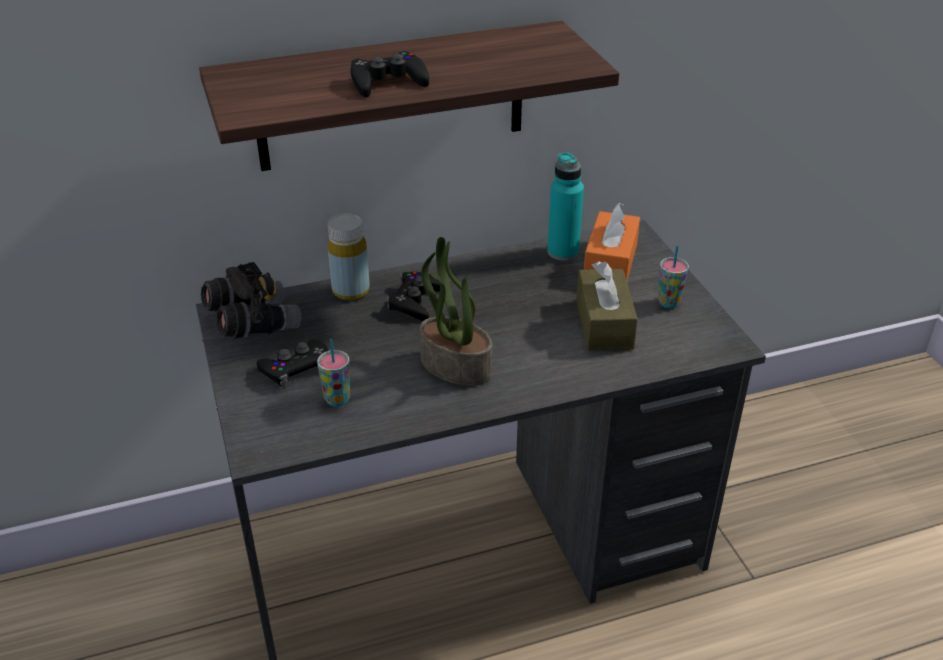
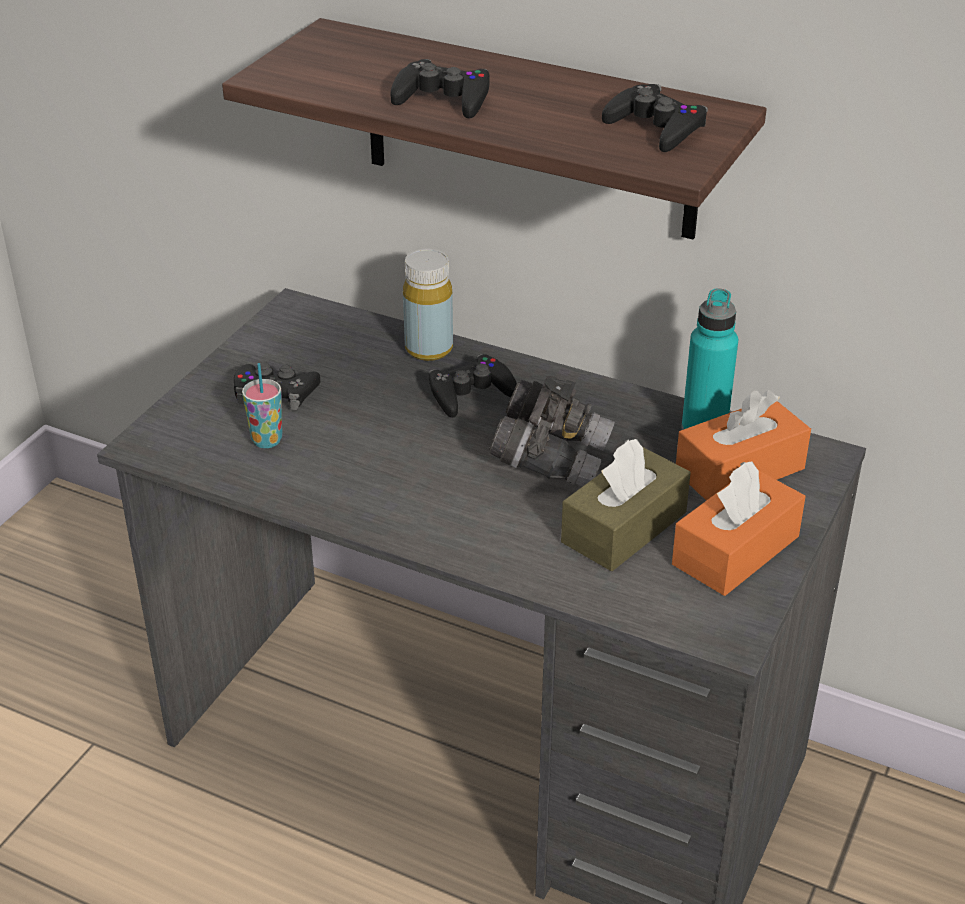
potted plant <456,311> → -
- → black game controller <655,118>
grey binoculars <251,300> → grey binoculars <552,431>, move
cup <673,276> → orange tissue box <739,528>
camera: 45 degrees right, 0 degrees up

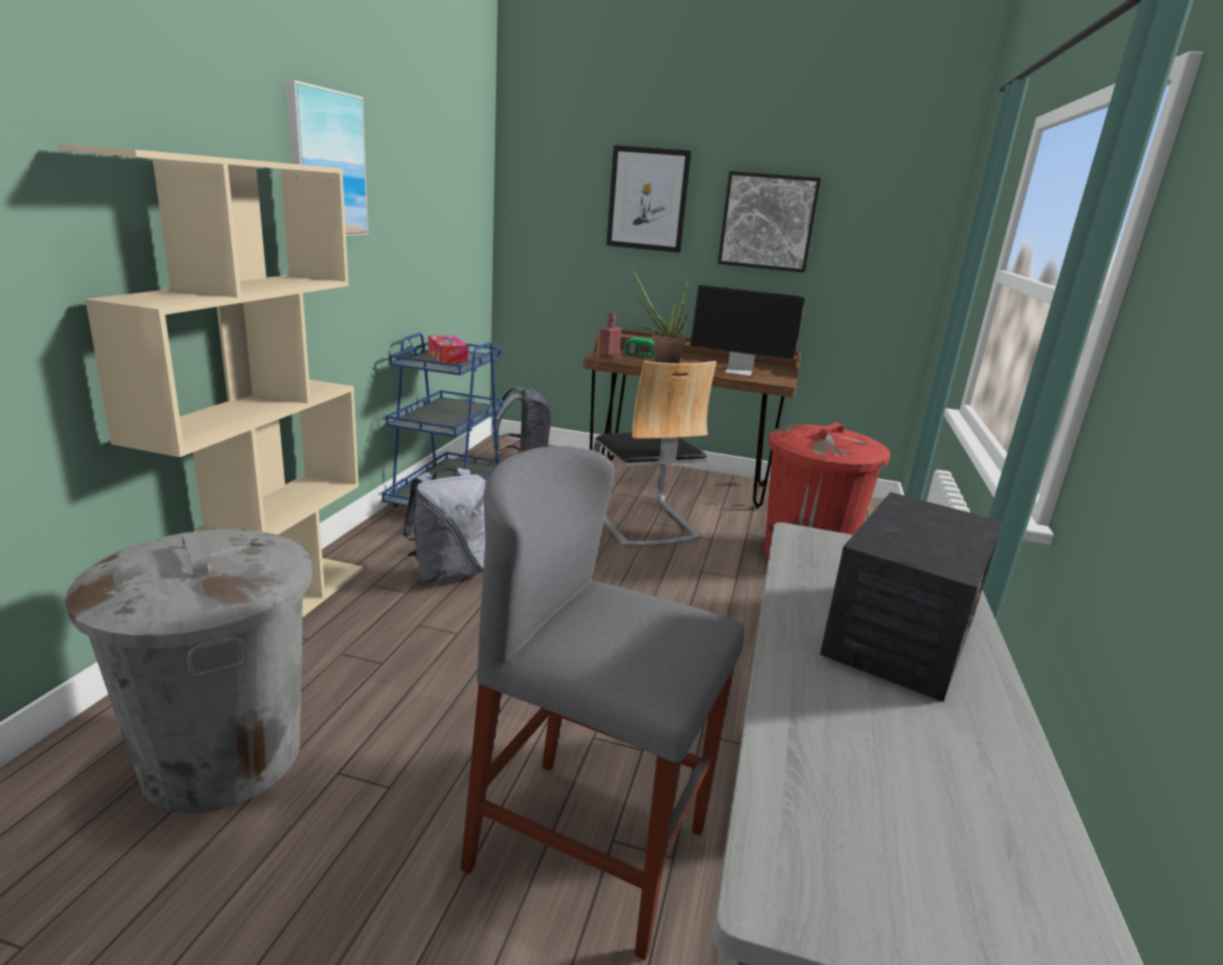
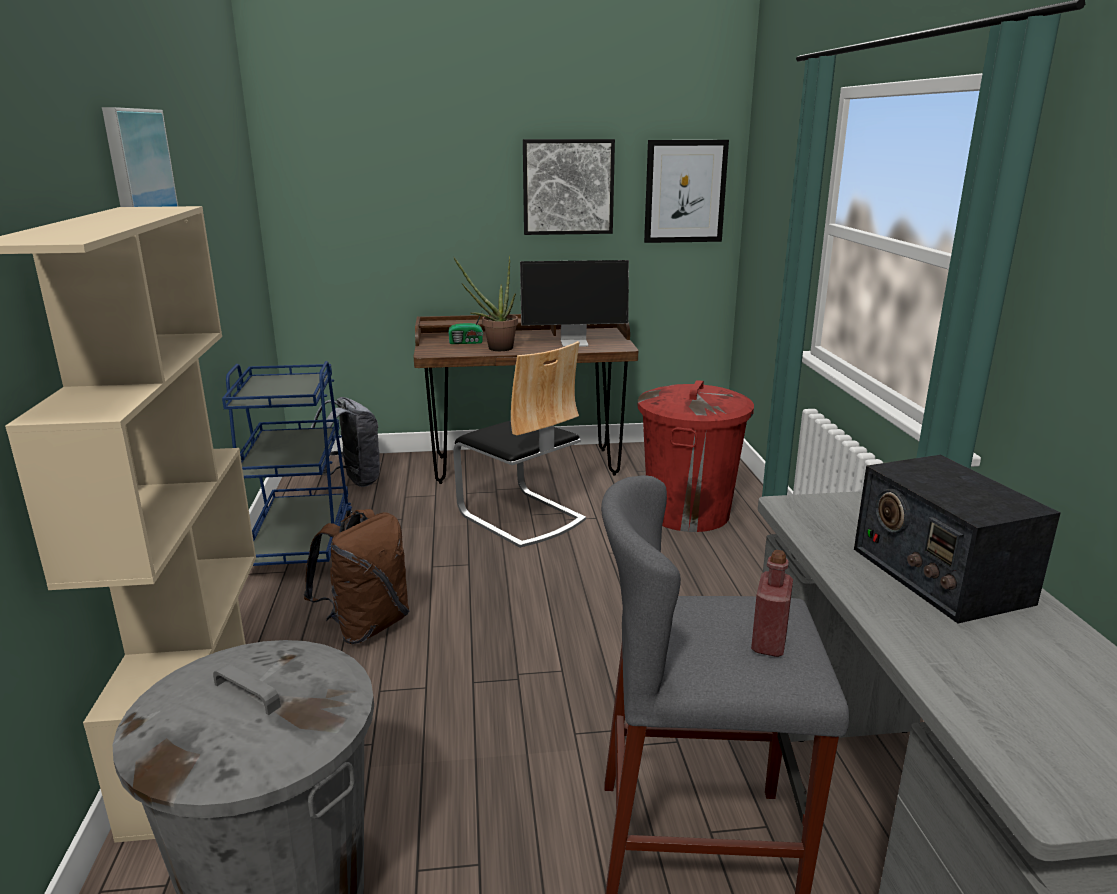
tissue box <448,349> → -
red bottle <610,335> → red bottle <772,603>, move
picture <649,199> → picture <686,191>, move
grey backpack <444,525> → brown backpack <356,576>
radio <911,597> → radio <957,539>, 150 degrees clockwise
camera: 20 degrees left, 0 degrees up

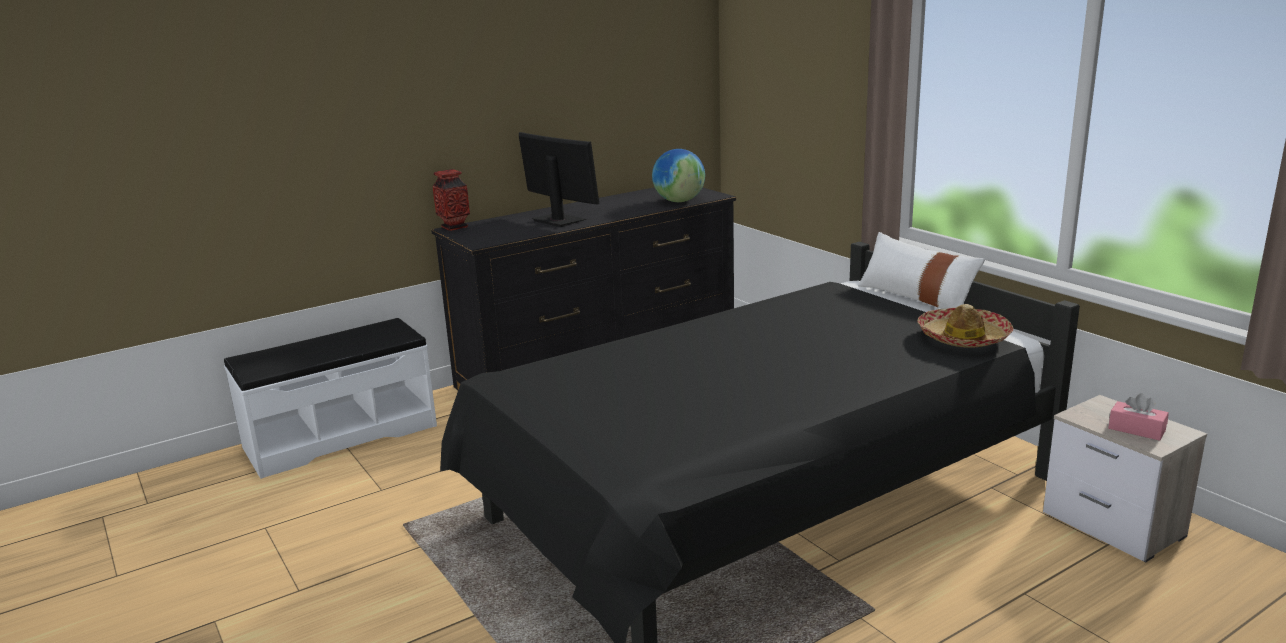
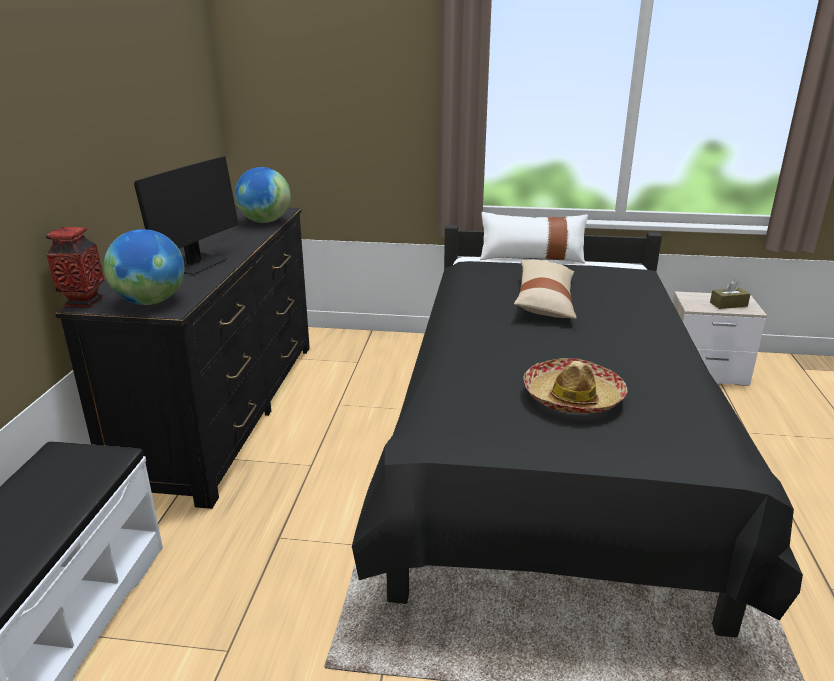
- → globe <144,267>
- → beige pillow <545,289>
hat <965,326> → hat <575,385>, move
pink tissue box <1138,417> → brown tissue box <730,294>
monitor <559,179> → monitor <186,215>, 120 degrees clockwise
camera: 50 degrees left, 5 degrees up

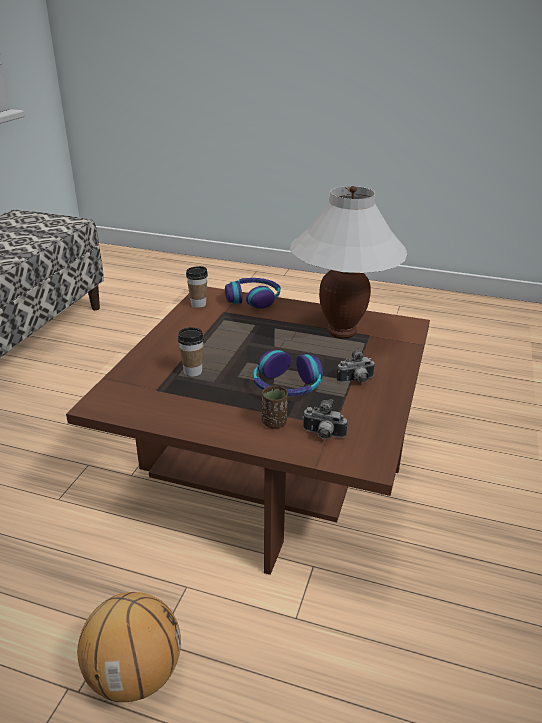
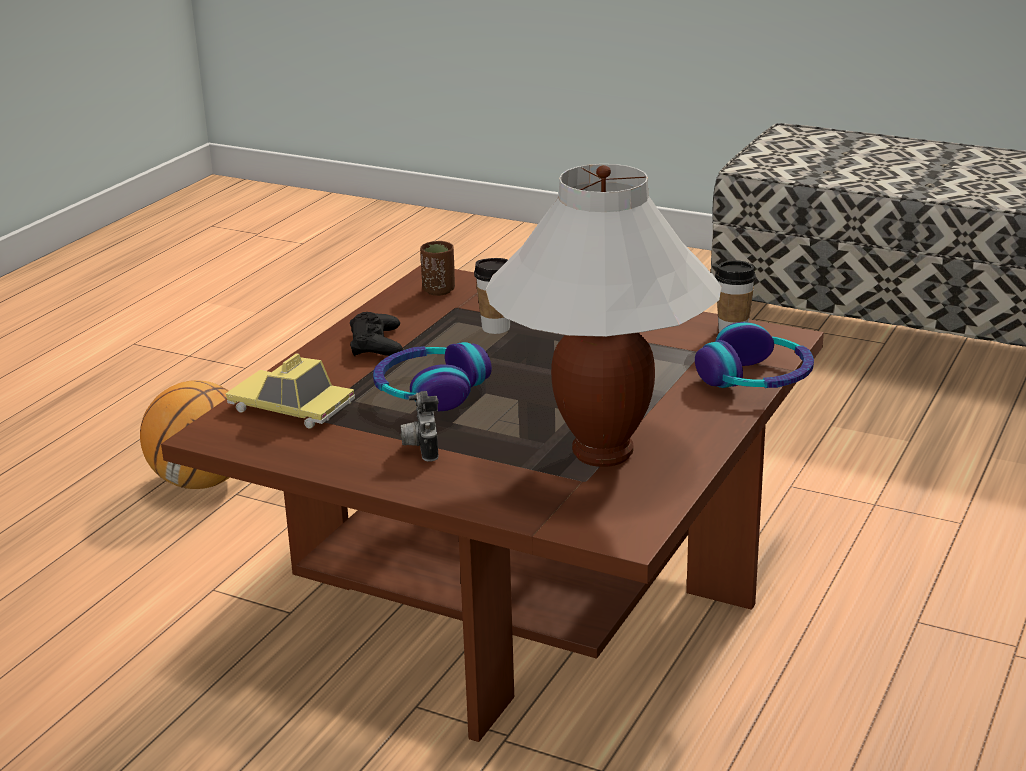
- → black game controller <376,334>
brown cup <275,407> → brown cup <437,268>, move
photo camera <325,419> → toy car <290,390>
camera: 100 degrees right, 5 degrees down

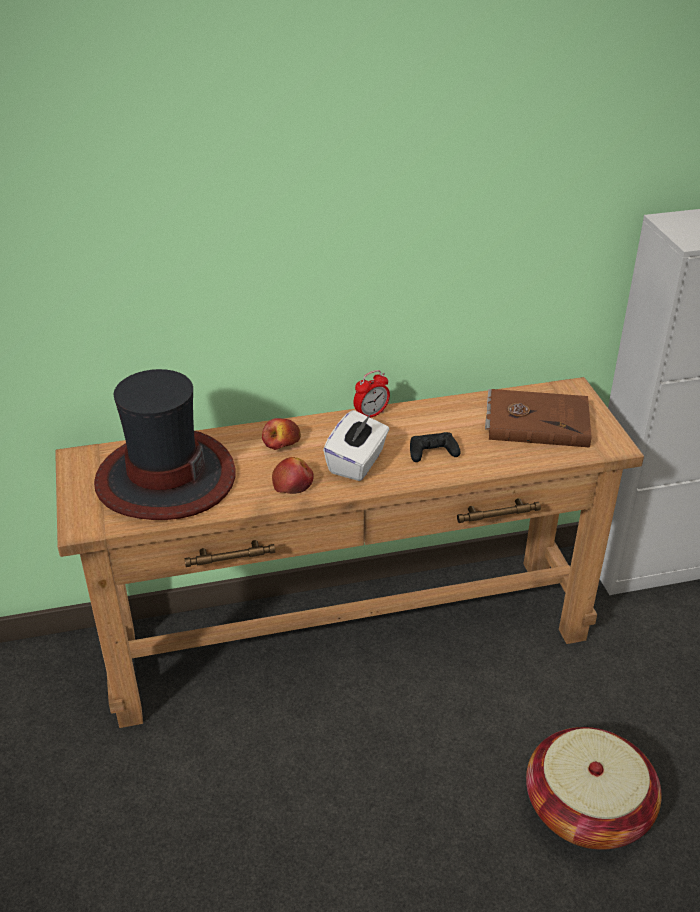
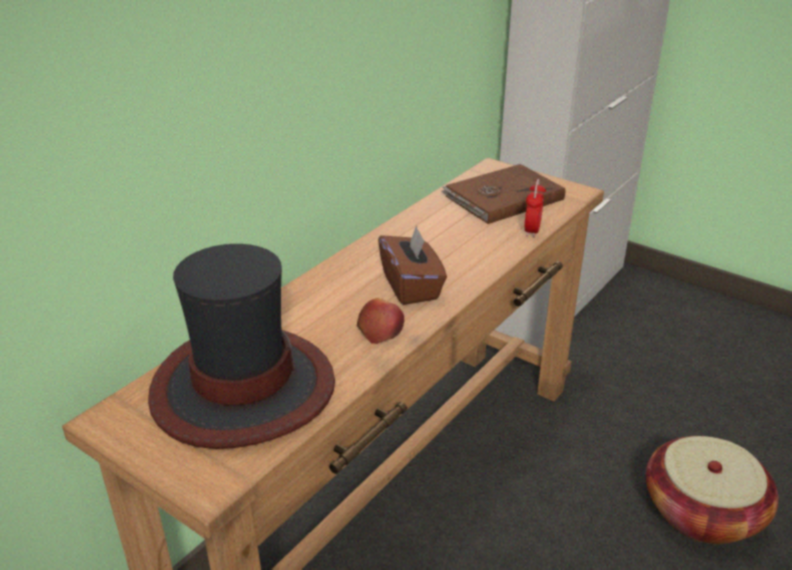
apple <281,434> → -
black game controller <435,447> → -
alarm clock <372,394> → alarm clock <535,208>, move
white tissue box <356,445> → brown tissue box <412,265>
camera: 40 degrees left, 5 degrees down

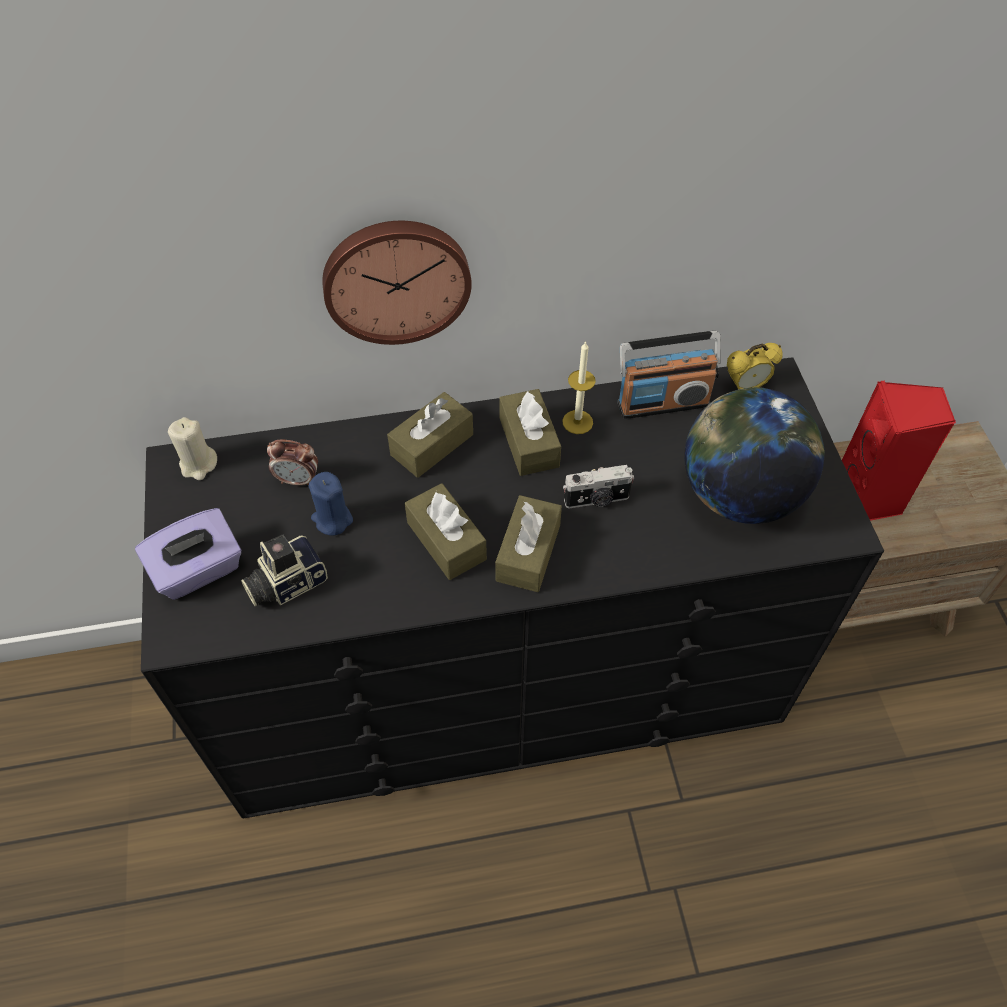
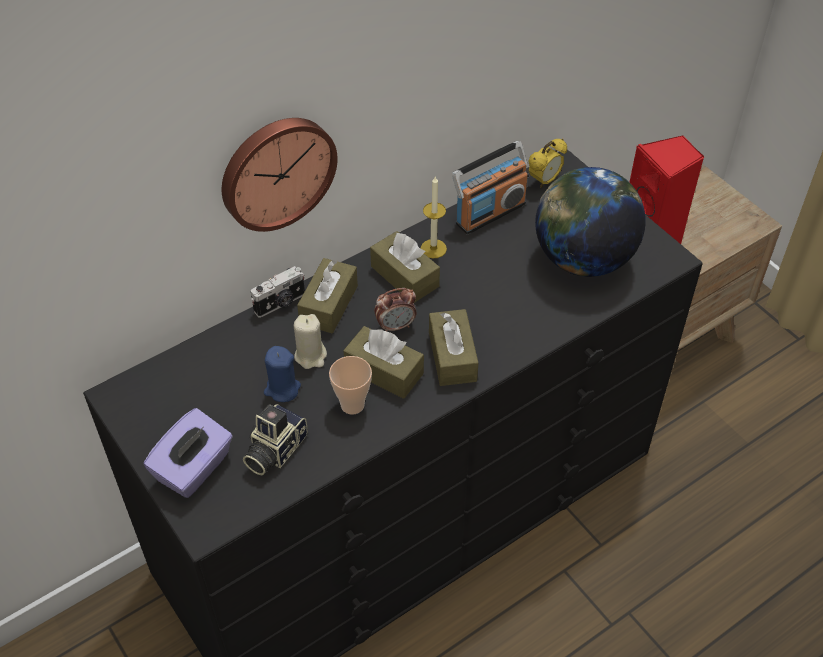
- → cup <350,385>
beige candle <192,448> → beige candle <310,341>, move
alarm clock <292,462> → alarm clock <395,309>, move
photo camera <598,486> → photo camera <278,292>, move
camera: 25 degrees left, 5 degrees down

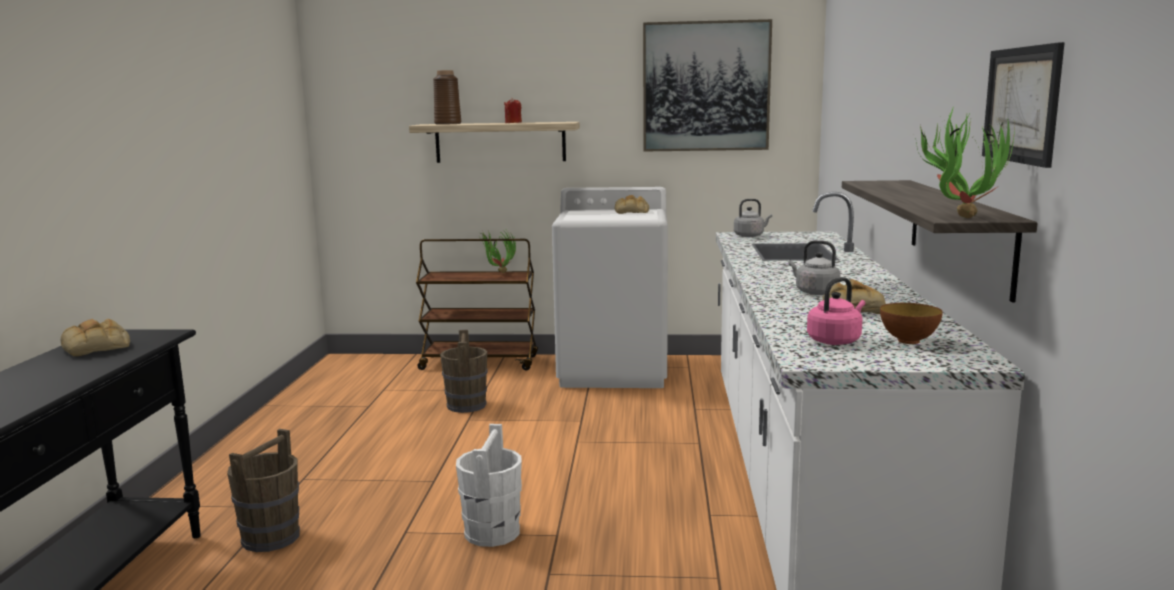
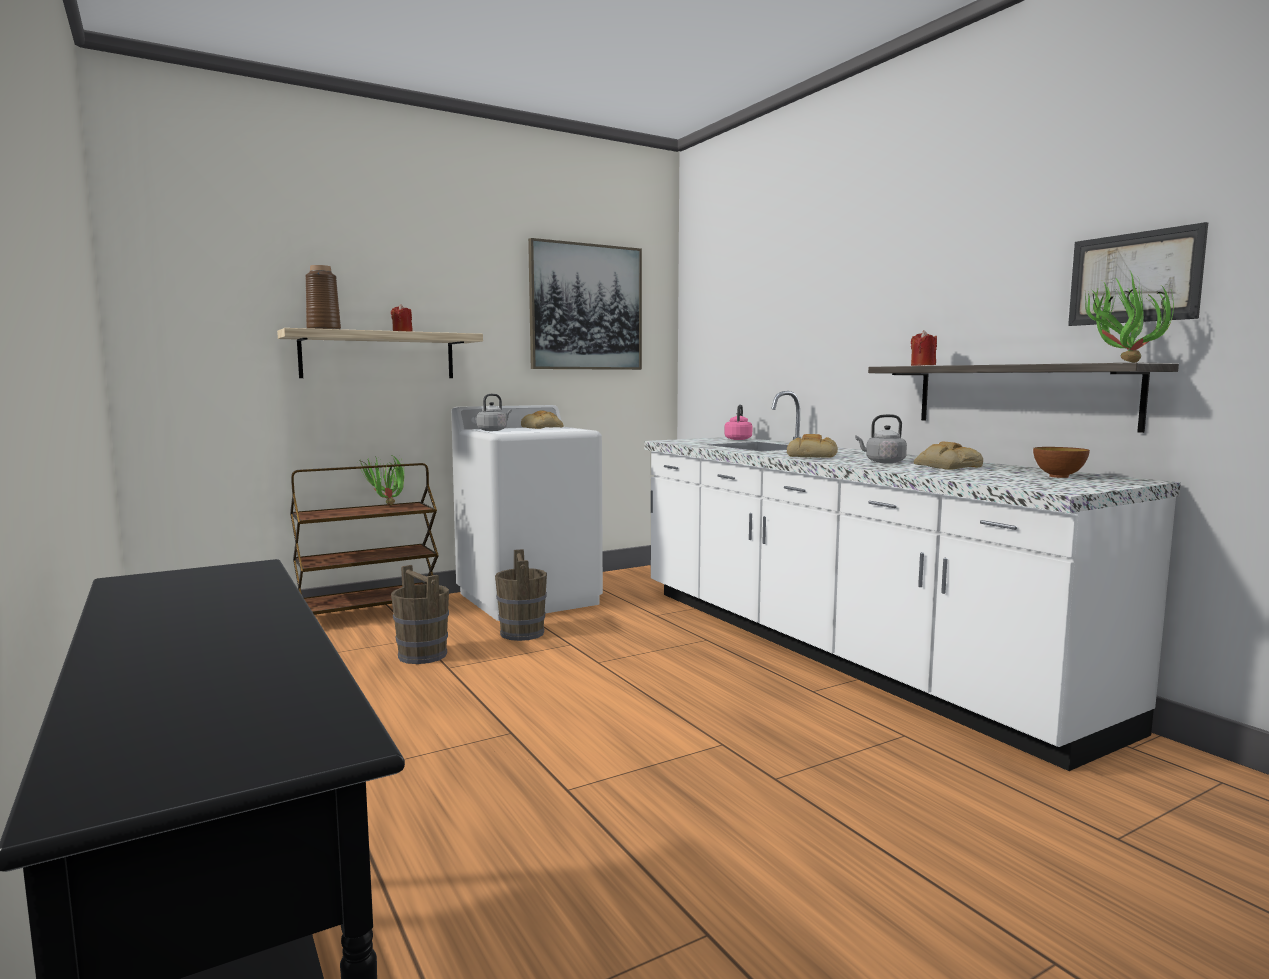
white bucket <489,485> → -
- → red candle <924,348>
bread <95,337> → bread <812,446>, move
brown bucket <263,490> → brown bucket <521,595>, move
grey kettle <753,218> → grey kettle <494,412>, move
pink kettle <836,311> → pink kettle <738,422>, move
camera: 35 degrees left, 5 degrees down

